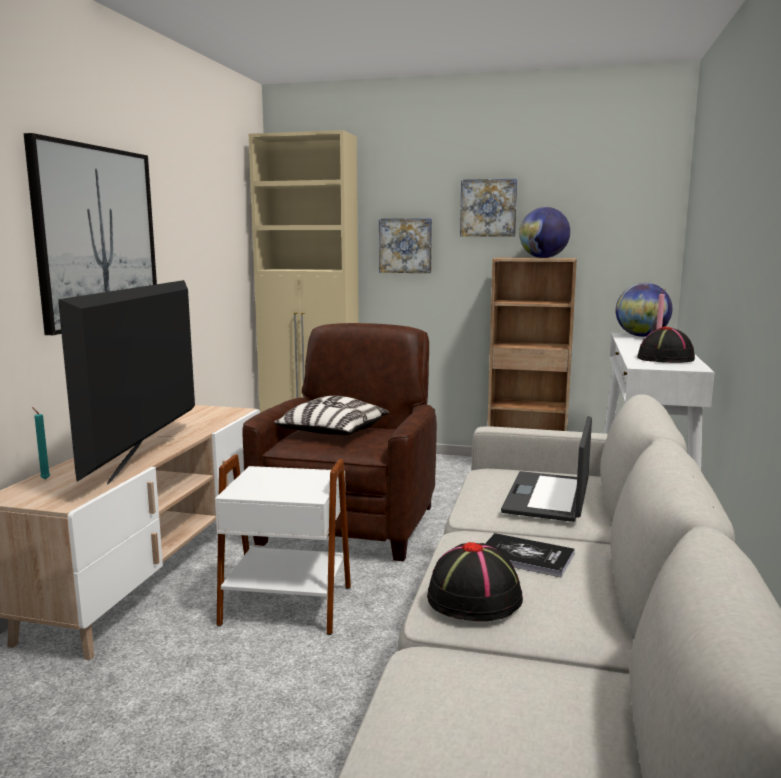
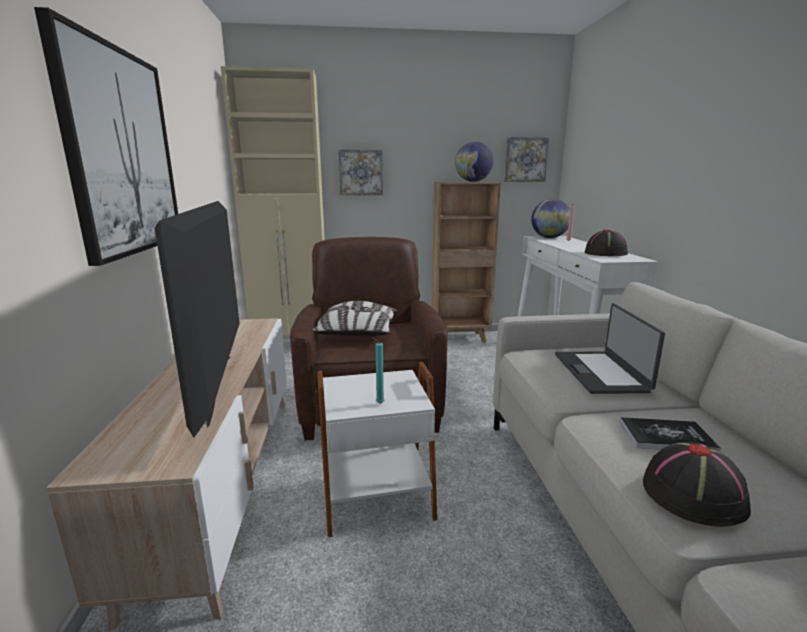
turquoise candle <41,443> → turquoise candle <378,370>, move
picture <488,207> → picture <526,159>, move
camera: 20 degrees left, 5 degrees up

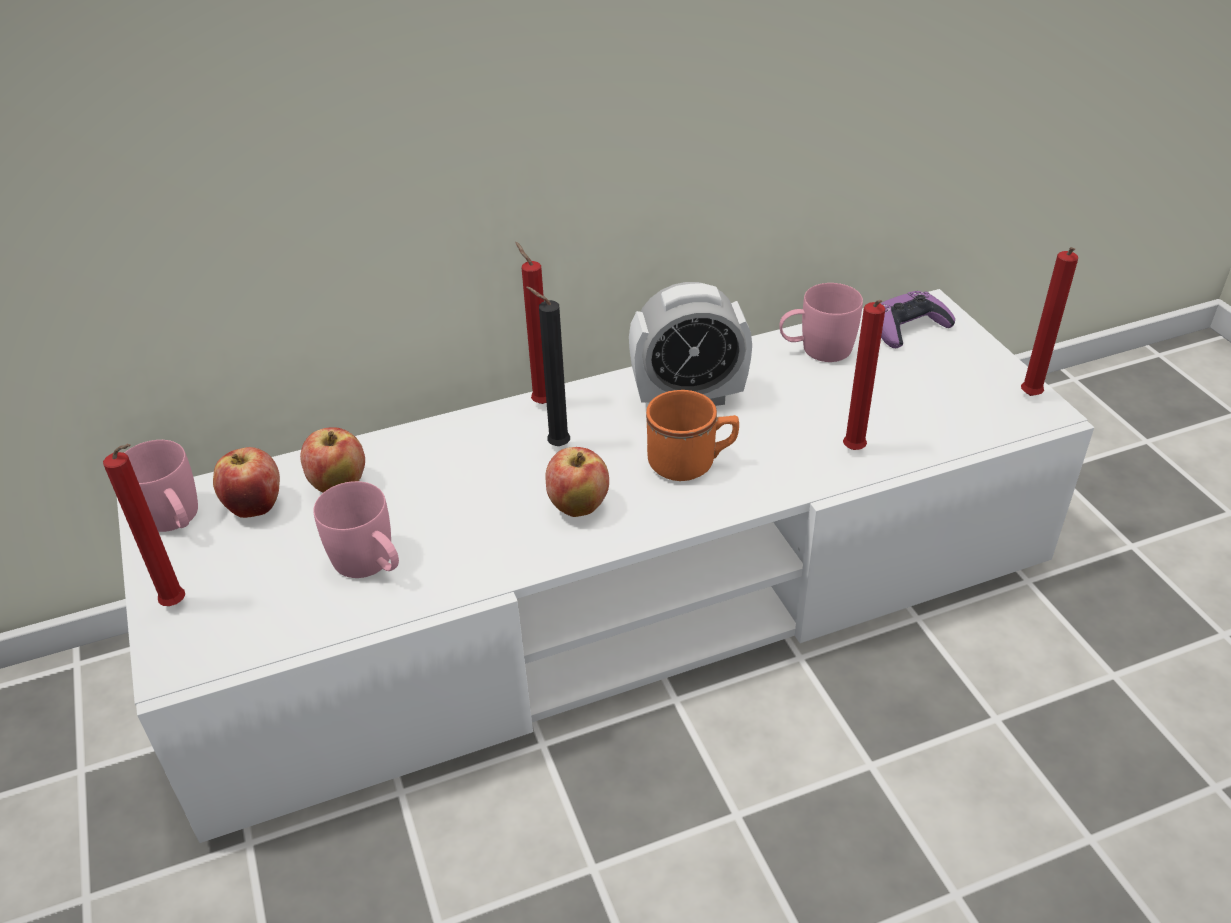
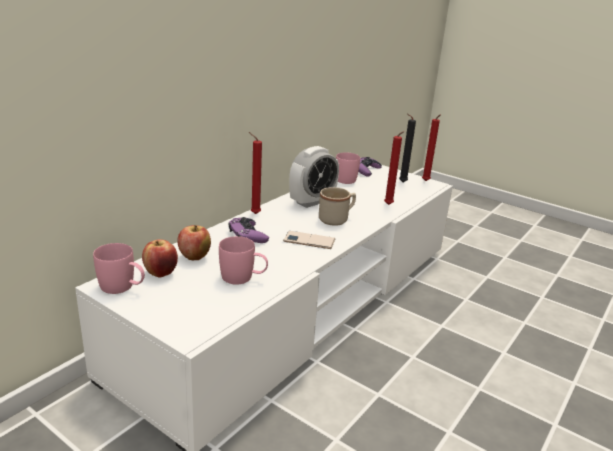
red candle <144,525> → -
- → purple game controller <248,230>
black candle <548,366> → black candle <407,148>, move
apple <577,482> → phone <309,240>
orange mug <692,435> → beige mug <337,206>
camera: 35 degrees left, 15 degrees down

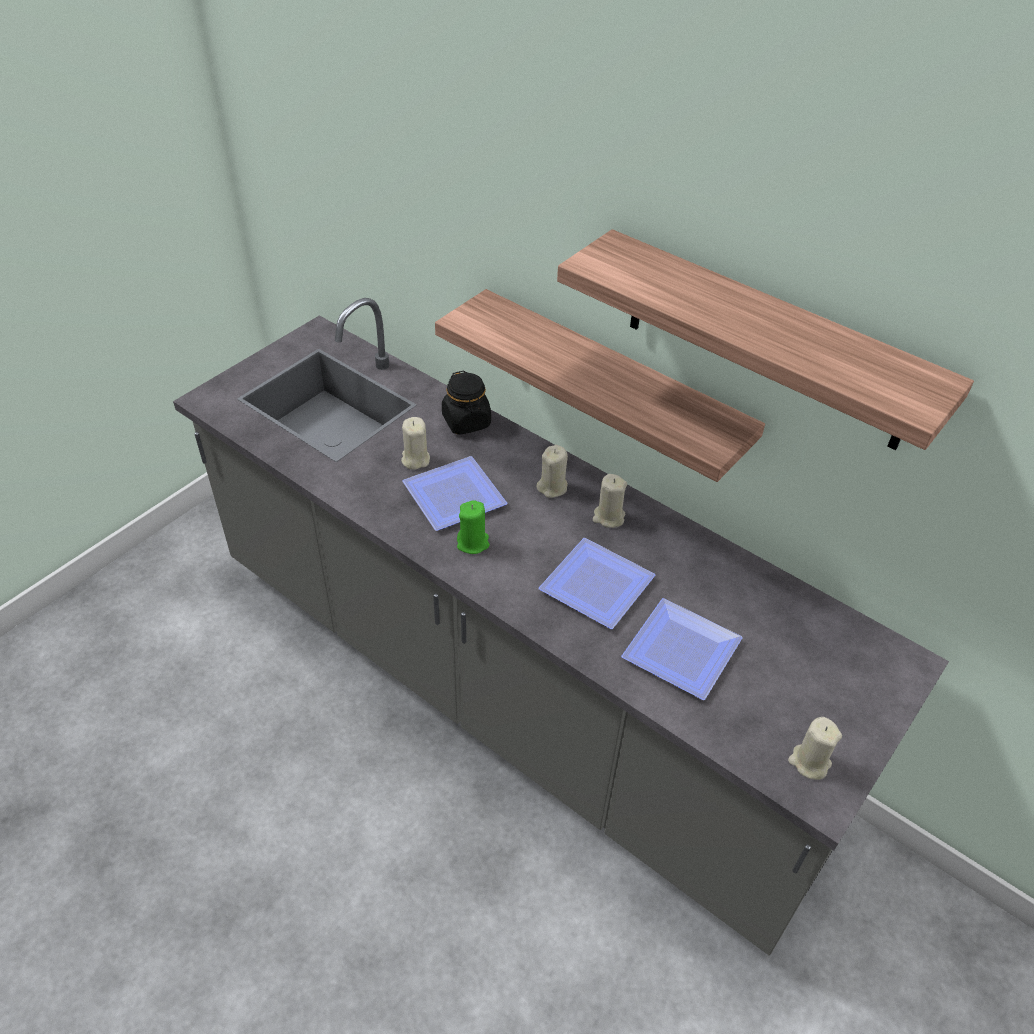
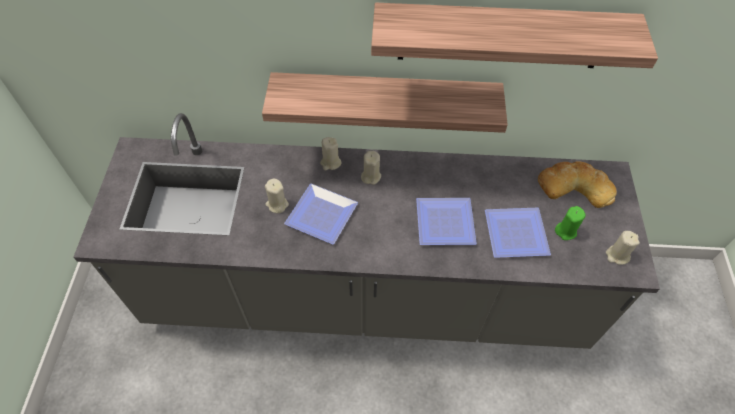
black jar <466,402> → -
- → bread <577,184>
green candle <473,527> → green candle <570,223>, move
beige candle <610,501> → beige candle <331,153>, move
camera: 35 degrees left, 10 degrees up

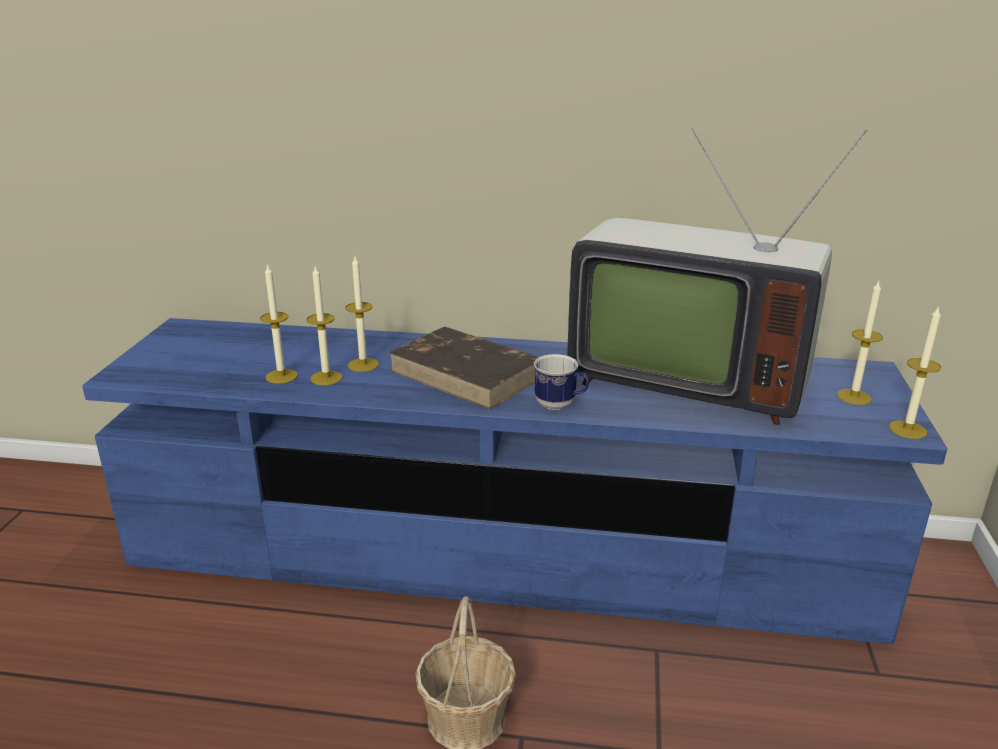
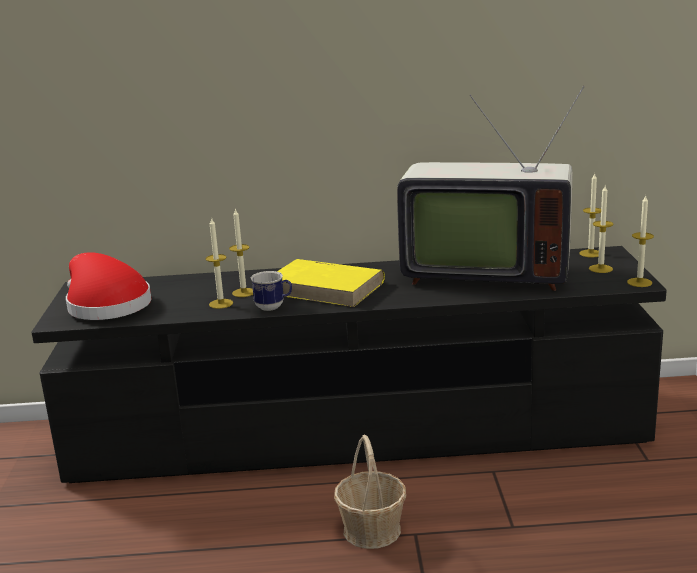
- → red hat <108,286>
candle <279,324> → candle <590,214>, move
mug <561,382> → mug <271,291>, move
blue tv stand <514,481> → black tv stand <349,364>
brown book <463,368> → yellow book <331,283>
camera: 10 degrees left, 5 degrees down

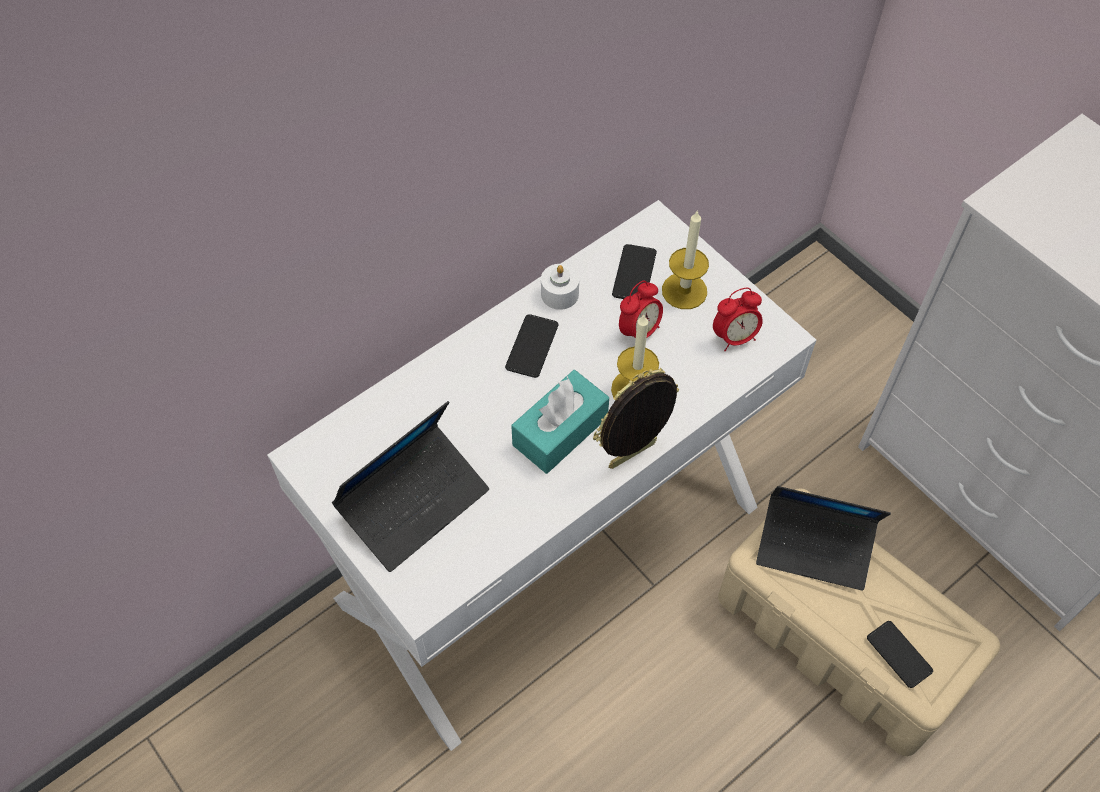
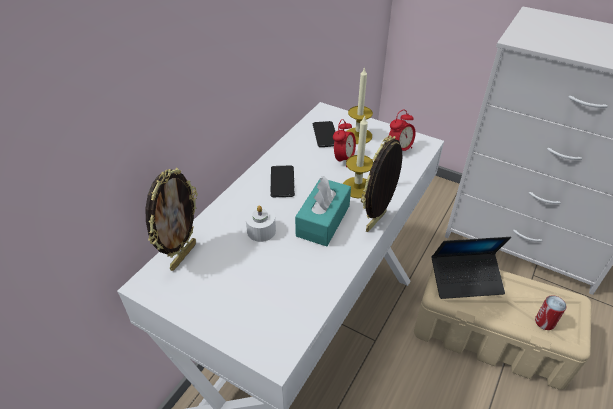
laptop <410,486> → -
- → picture frame <172,219>
white candle <560,287> → white candle <261,224>, move
phone <900,654> → can <551,312>
camera: 20 degrees left, 15 degrees down

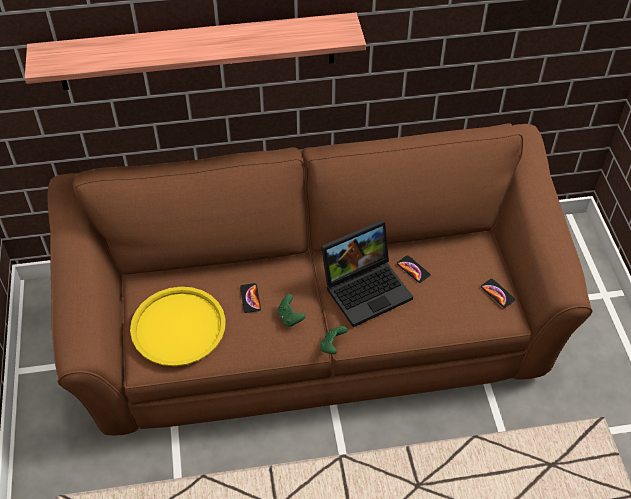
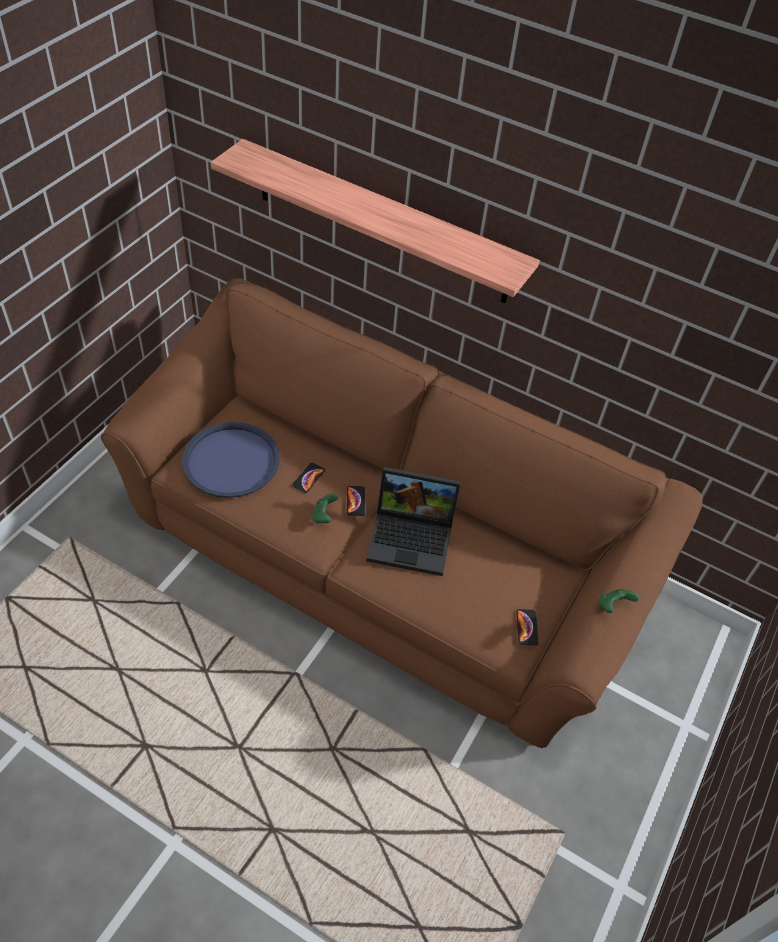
green game controller <334,340> → green game controller <618,601>, move
phone <413,269> → phone <356,501>, move
yellow tray <178,326> → blue tray <231,460>
camera: 35 degrees right, 0 degrees up

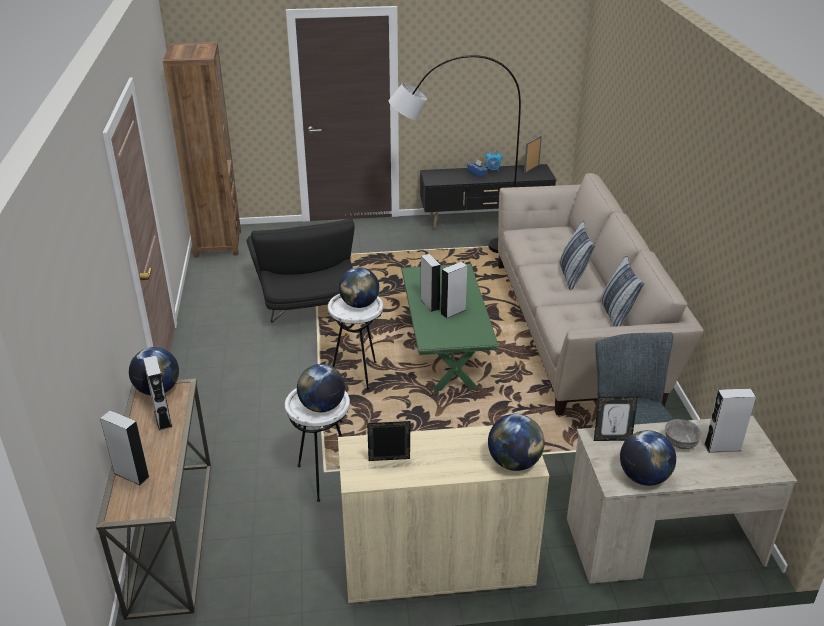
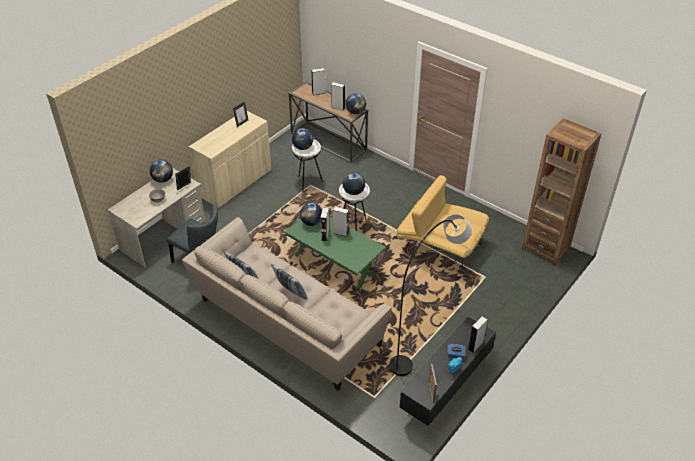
globe <516,442> → globe <311,214>, move
grey speaker <730,420> → grey speaker <477,335>, move
black armchair <300,271> → yellow armchair <443,224>
camera: 135 degrees right, 10 degrees up

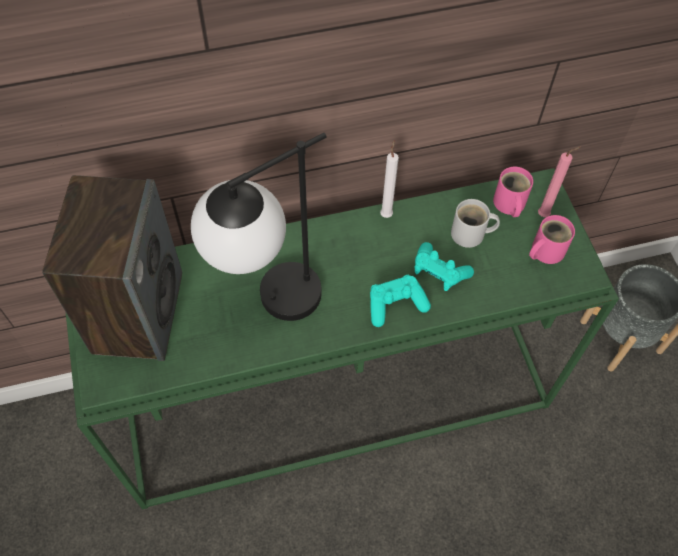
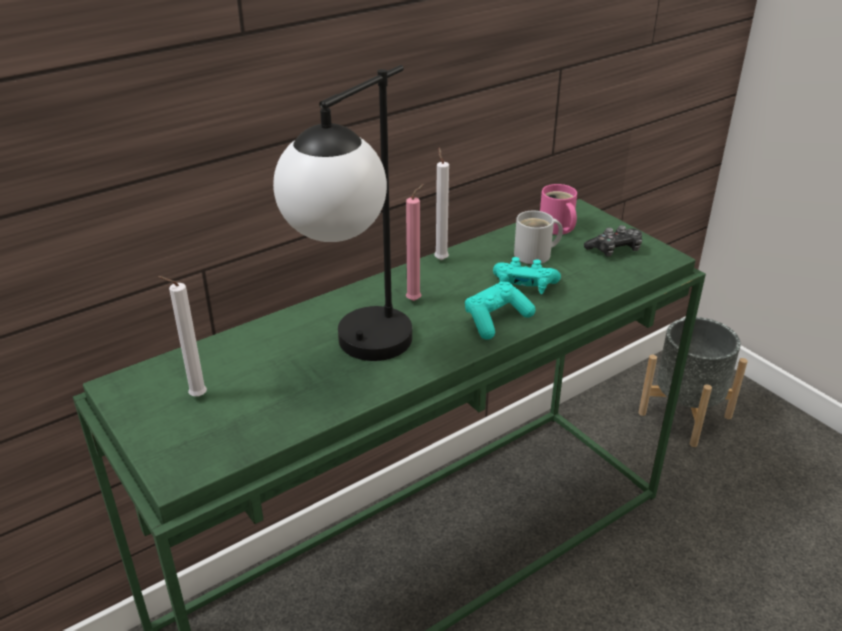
pink candle <559,181> → pink candle <415,242>, move
speaker <112,268> → white candle <182,336>
pink mug <552,239> → game controller <613,240>
camera: 20 degrees left, 25 degrees down

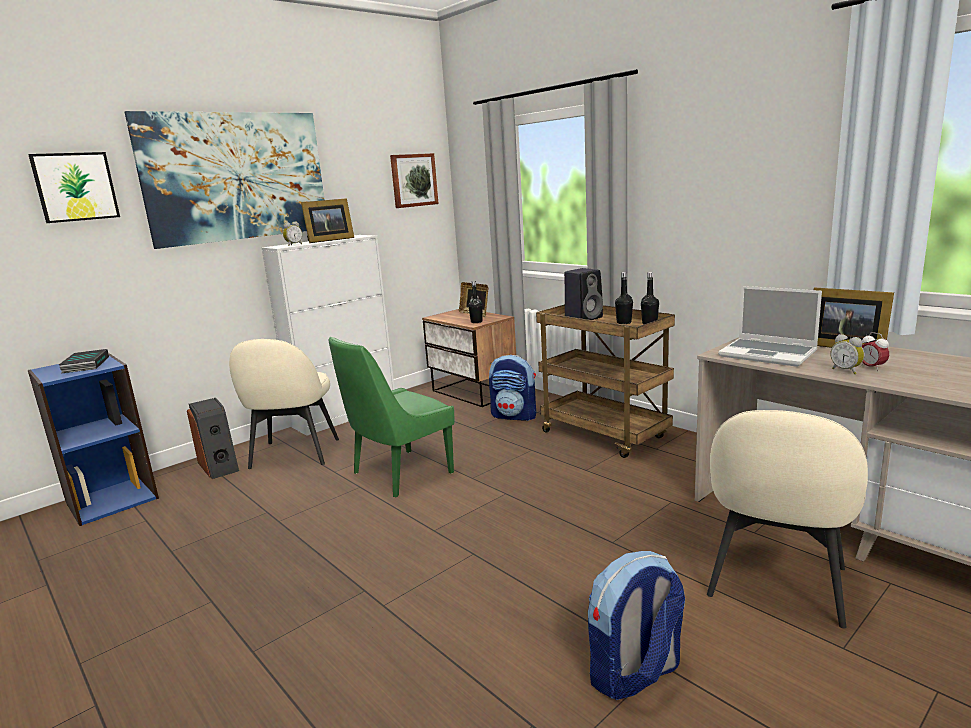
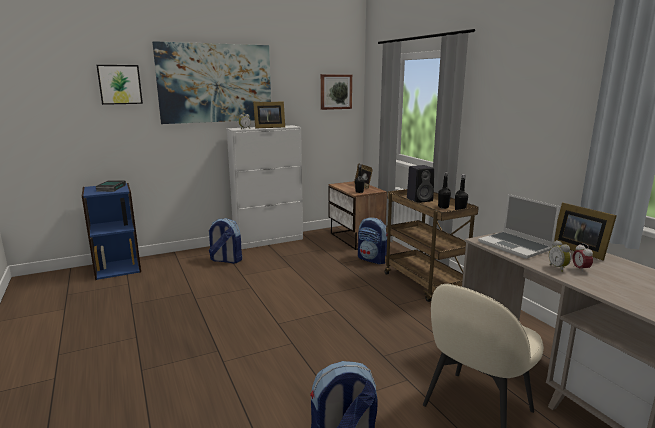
speaker <213,438> → -
green chair <391,417> → -
beige chair <284,404> → backpack <225,241>
camera: 15 degrees right, 0 degrees up

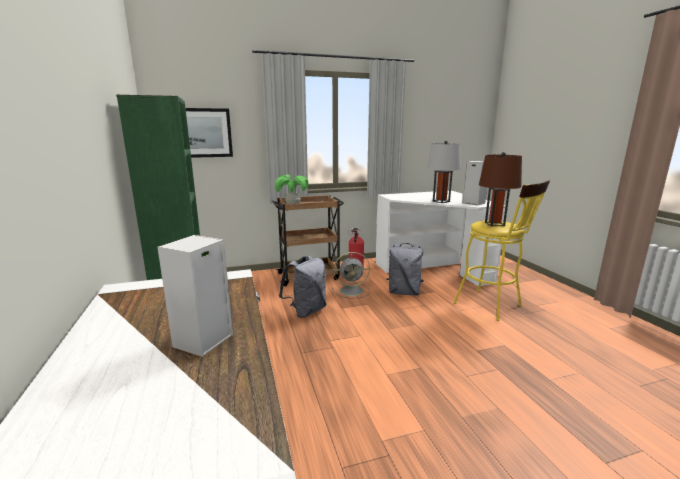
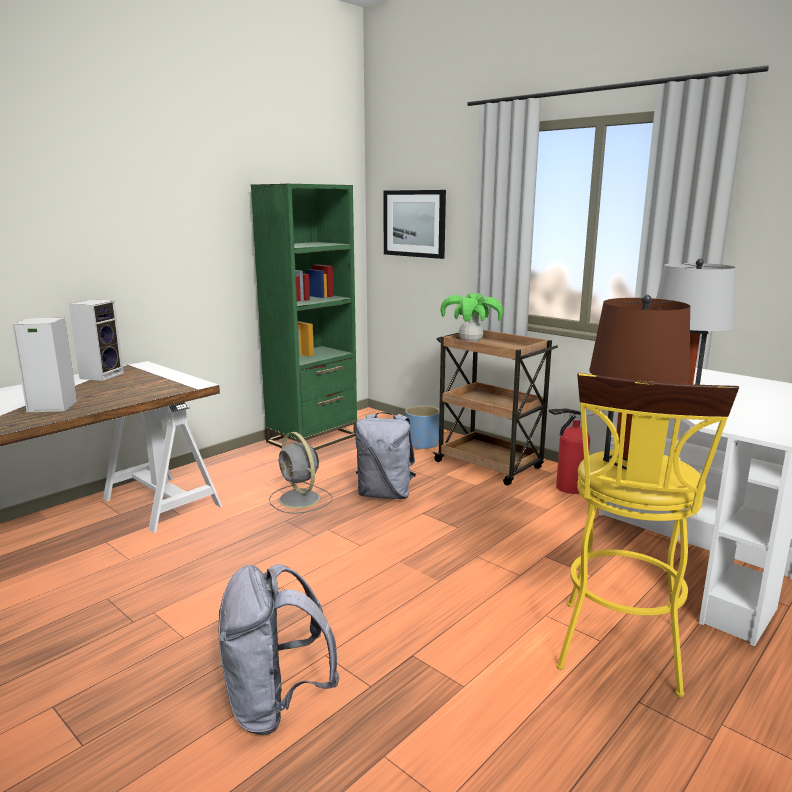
- → blue planter <422,427>
grey fan <351,275> → grey fan <301,473>, move
grey backpack <405,269> → grey backpack <279,649>, move
speaker <474,183> → speaker <96,340>, move
camera: 60 degrees right, 0 degrees up

